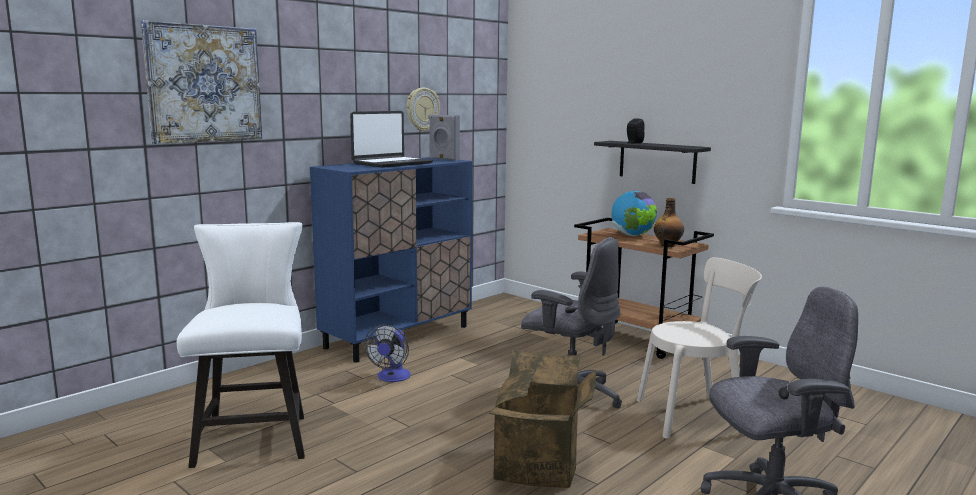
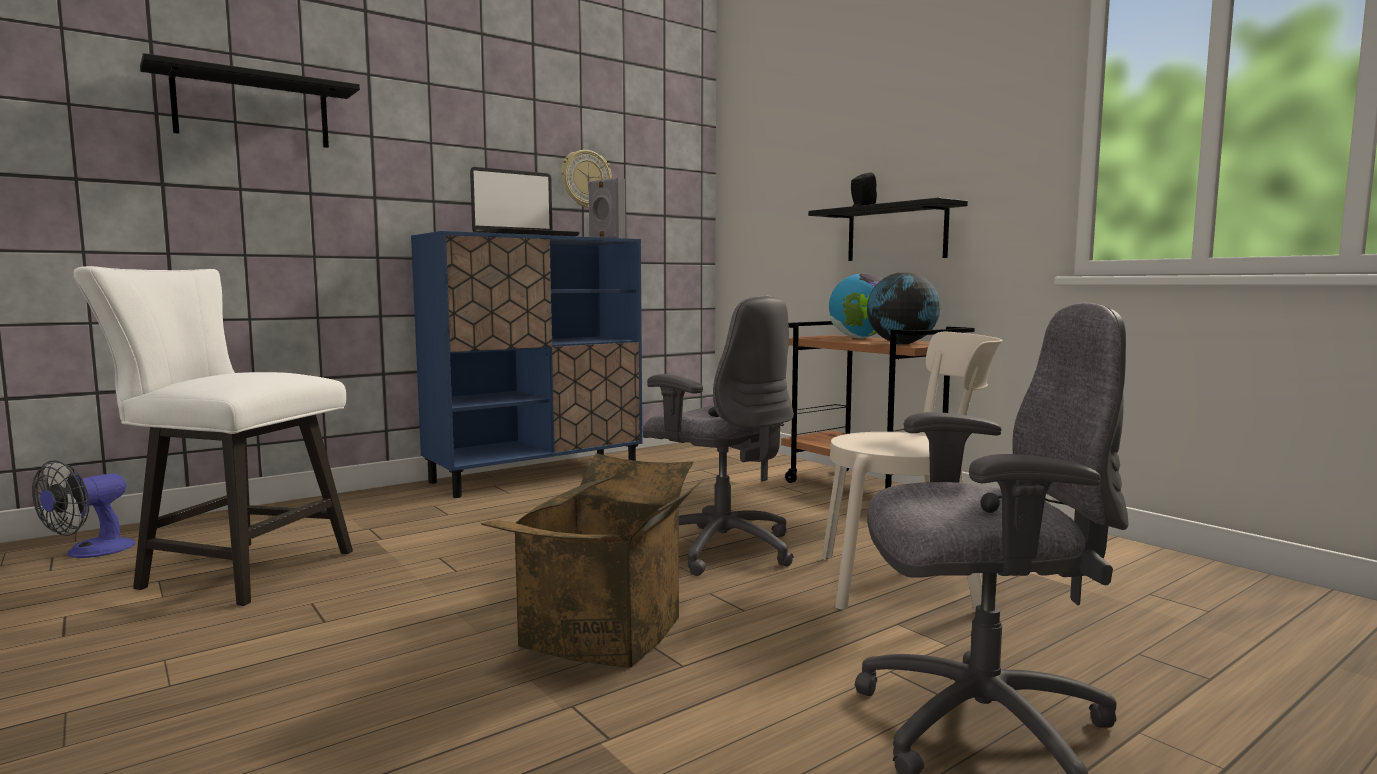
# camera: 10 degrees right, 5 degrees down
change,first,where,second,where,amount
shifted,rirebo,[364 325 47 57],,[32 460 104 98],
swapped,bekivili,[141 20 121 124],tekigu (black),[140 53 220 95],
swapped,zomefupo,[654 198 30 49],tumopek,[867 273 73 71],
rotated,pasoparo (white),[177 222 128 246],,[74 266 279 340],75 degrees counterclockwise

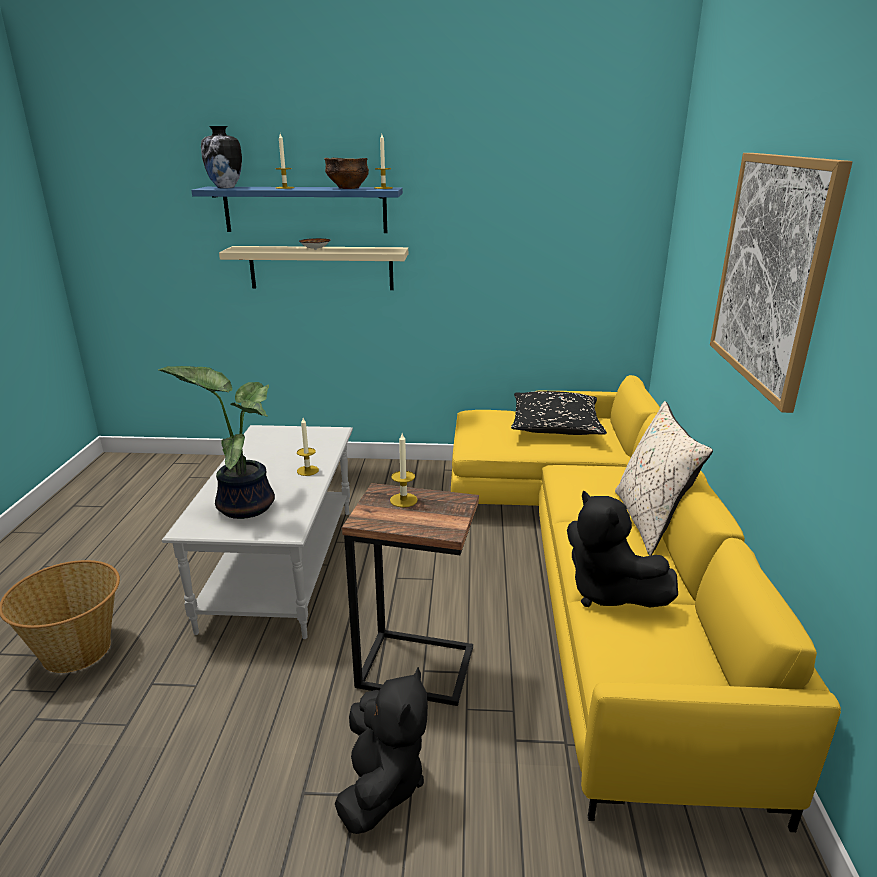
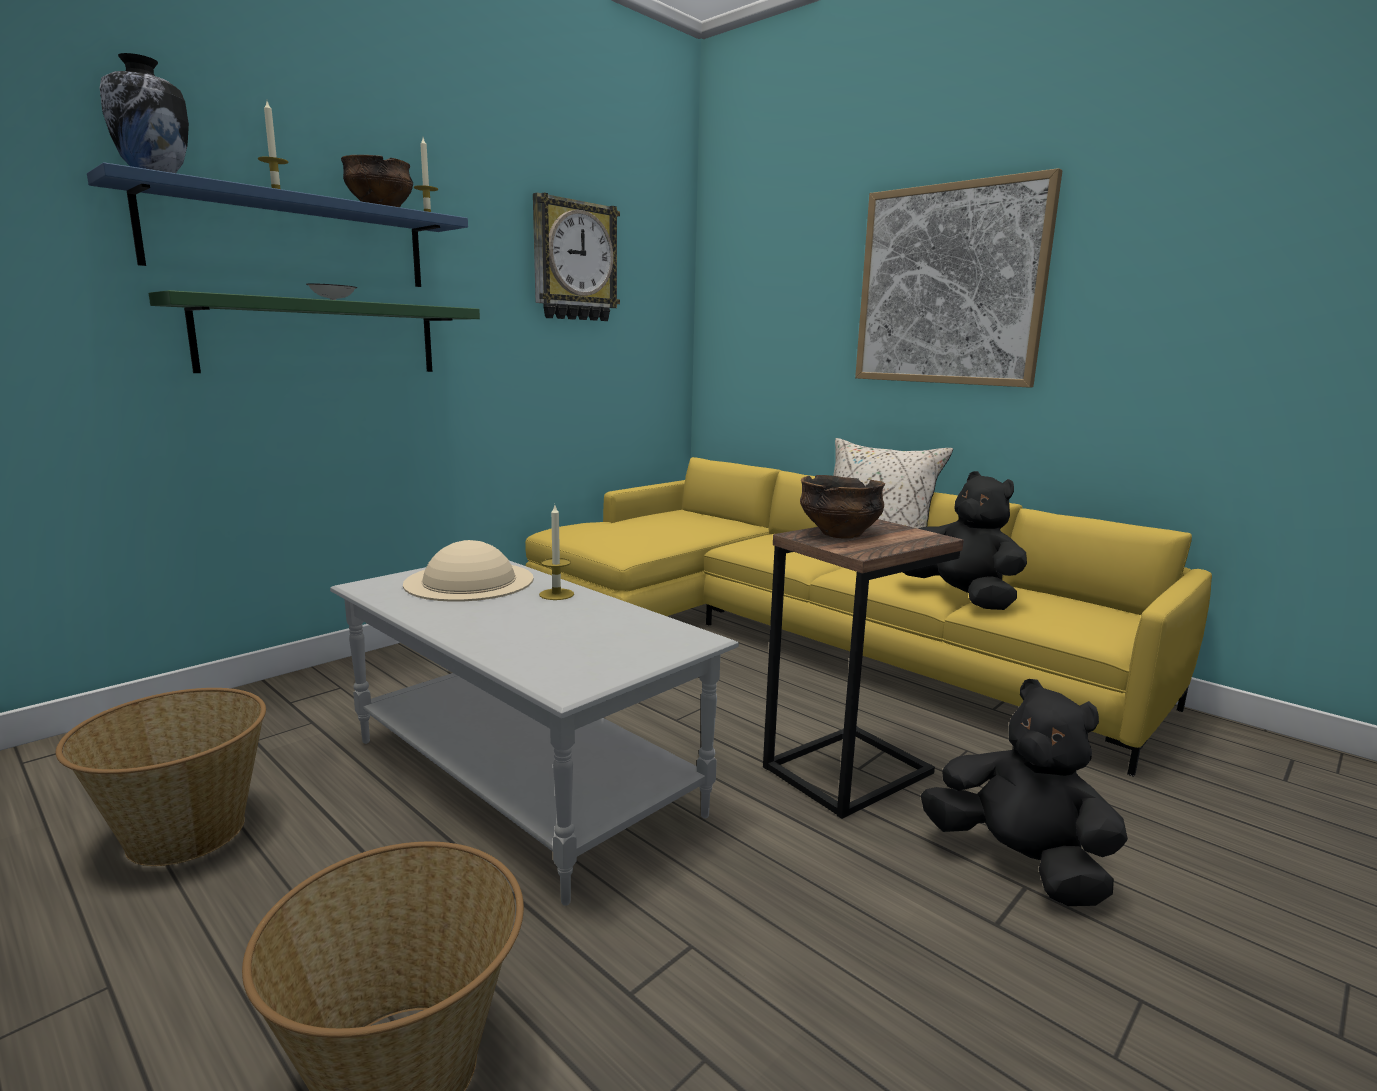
# camera: 50 degrees left, 10 degrees down
change,first,where,second,where,amount
gone,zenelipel,[158 366 117 153],,,
gone,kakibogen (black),[511 391 96 44],,,
new,,,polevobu,[56 688 210 178],
new,,,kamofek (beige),[403 540 131 62],
new,,,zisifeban,[533 192 87 129],
swapped,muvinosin,[390 433 28 74],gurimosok,[800 475 85 64],
repainted,tekigu (beige),[219 246 189 44],tekigu (green),[149 290 331 83],
rotated,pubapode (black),[567 490 111 117],,[902 471 125 139],135 degrees counterclockwise

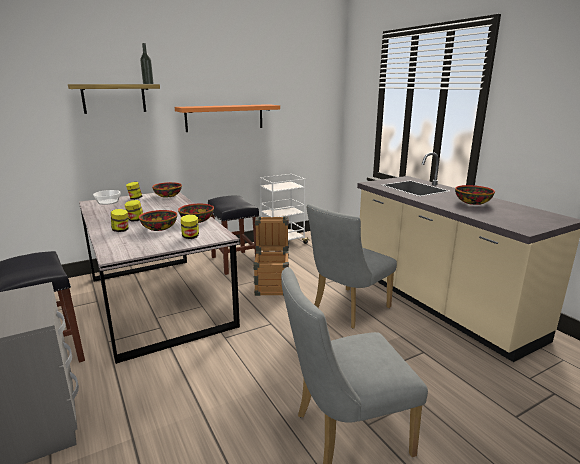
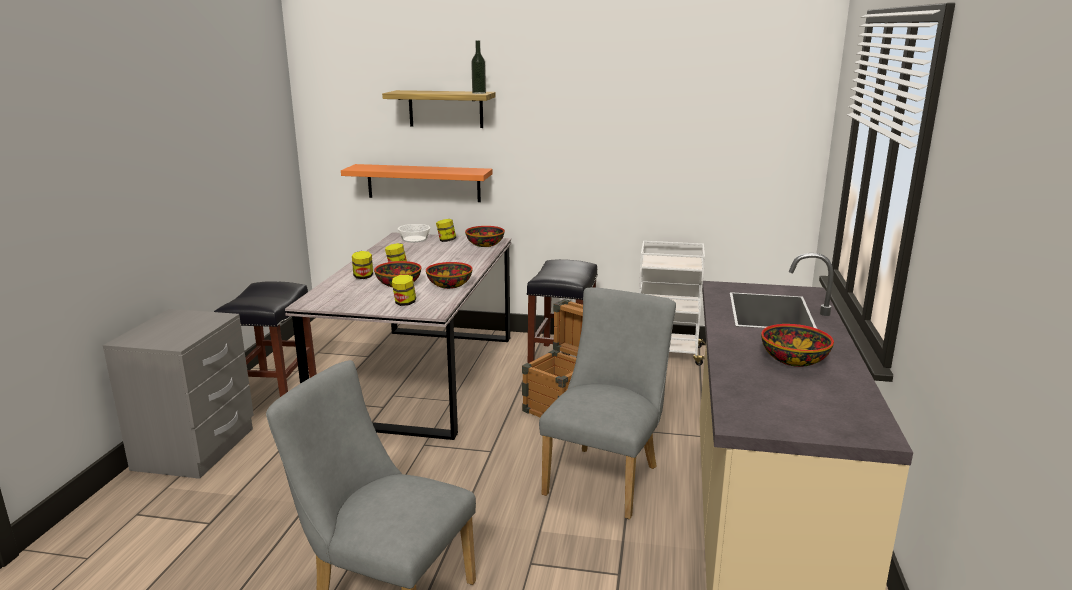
# camera: 40 degrees right, 0 degrees up
change,first,where,second,where,amount
shifted,tekigu (orange),[175 104 105 28],,[341 164 151 38],
rotated,pasoparo (grey),[307 204 90 125],,[539 287 137 232],120 degrees clockwise

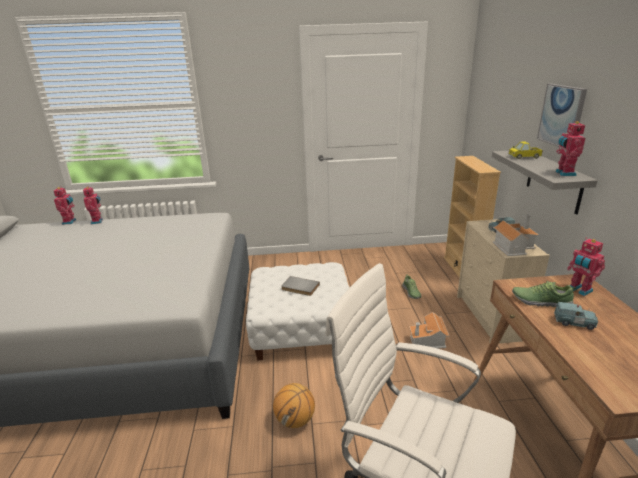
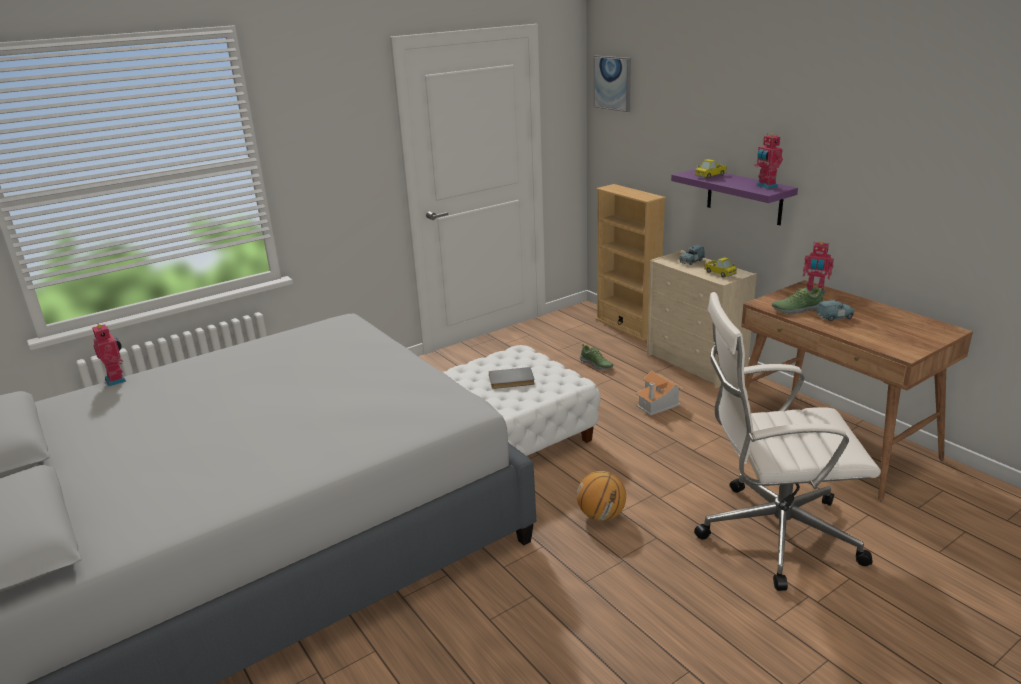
# camera: 30 degrees left, 0 degrees up
change,first,where,second,where,amount
gone,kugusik,[83 186 20 38],,,
shifted,bekivili,[537 84 50 63],,[594 56 37 56],
swapped,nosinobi,[493 214 46 42],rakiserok,[704 257 33 20],
repainted,tekigu (grey),[492 151 106 63],tekigu (purple),[671 169 127 56],

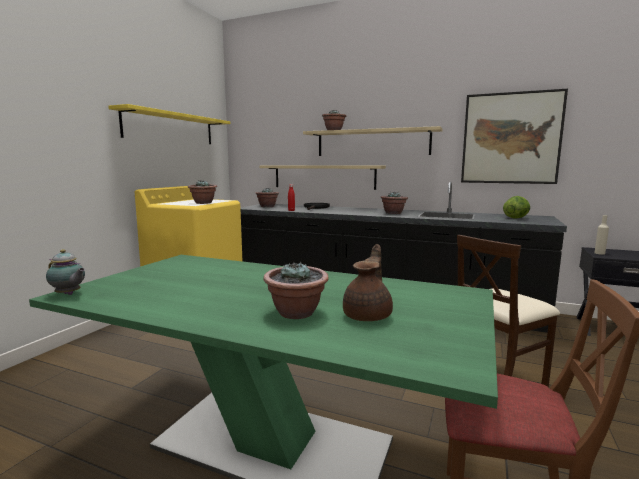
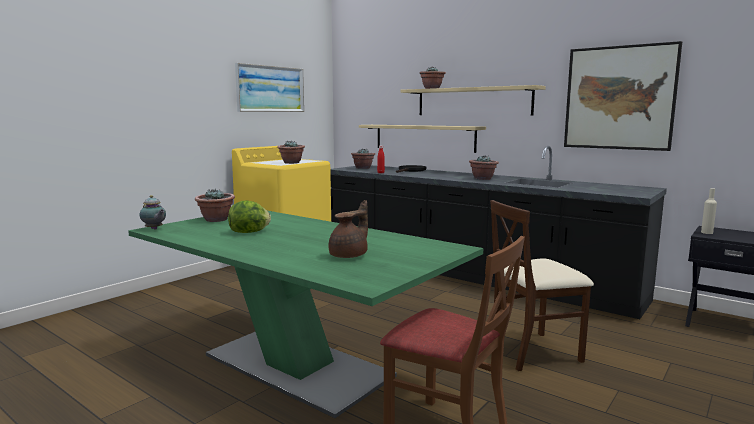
# camera: 15 degrees right, 0 degrees up
change,first,where,second,where,amount
shifted,zenelipel,[263 262 66 57],,[195 190 40 32],
shifted,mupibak,[503 196 27 23],,[228 200 43 33],
swapped,tekigu (yellow),[108 104 122 40],bekivili,[235 63 69 49],

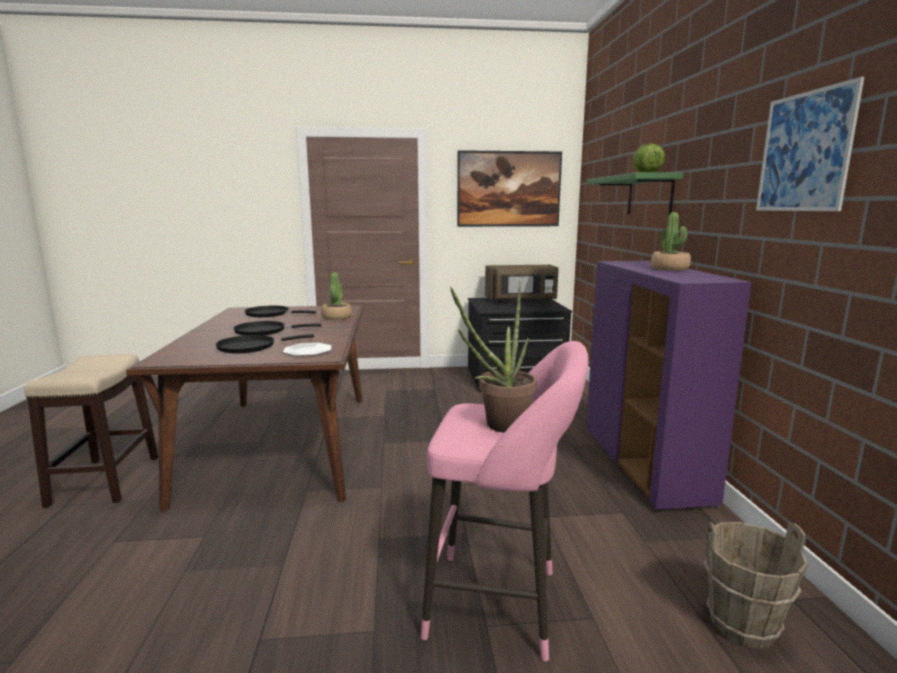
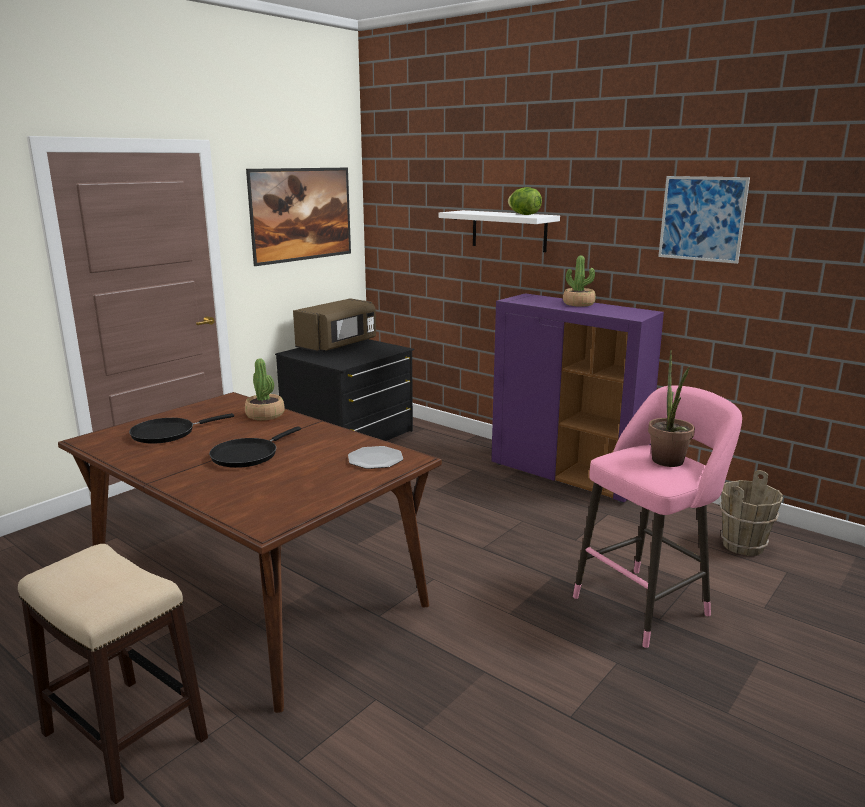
# camera: 45 degrees left, 5 degrees up
change,first,where,second,where,amount
gone,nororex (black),[215 334 99 20],,,
repainted,tekigu (green),[587 172 96 43],tekigu (white),[439 210 121 42],

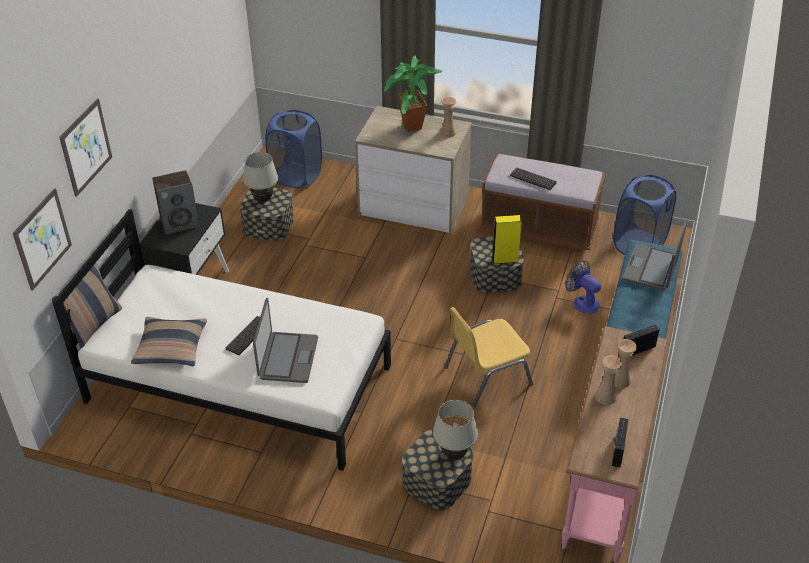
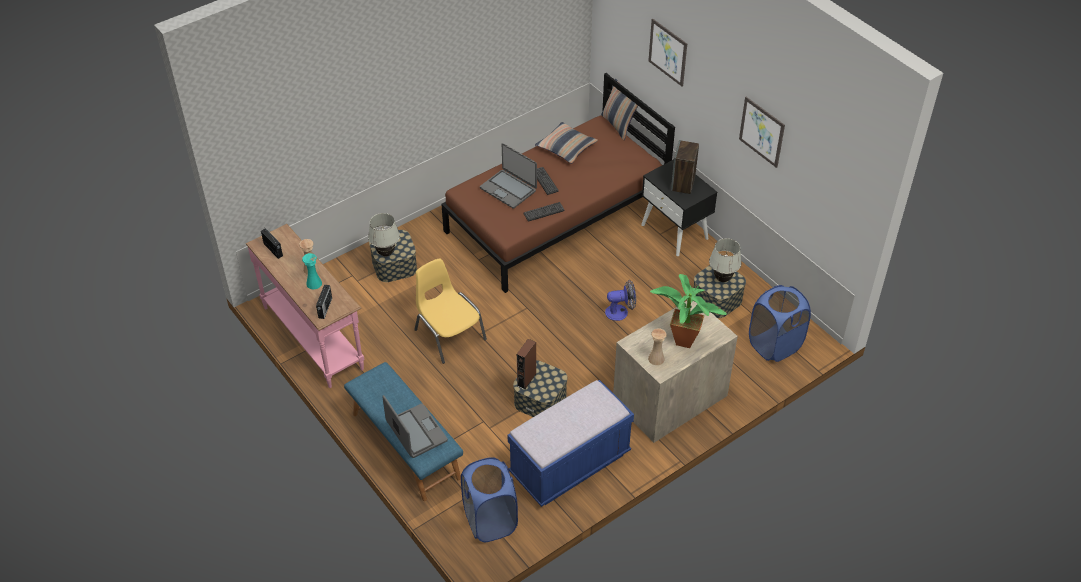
# camera: 125 degrees right, 5 degrees up
change,first,where,second,where,amount
shifted,bekivili,[13 188 59 103],,[739 97 46 71],
shifted,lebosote,[510 168 47 22],,[524 202 41 20],
shifted,rirebo,[565 261 36 53],,[605 280 31 41],
repainted,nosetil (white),[52 209 339 262],nosetil (brown),[441 73 234 220],
repainted,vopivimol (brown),[480 153 126 99],vopivimol (blue),[508 380 126 127],
repainted,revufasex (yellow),[492 215 30 49],revufasex (brown),[517 339 20 50],
repainted,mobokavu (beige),[614 339 23 49],mobokavu (turquoise),[302 253 20 36],
rotated,pasoparo (yellow),[444 307 89 100],,[414 258 73 106],45 degrees counterclockwise

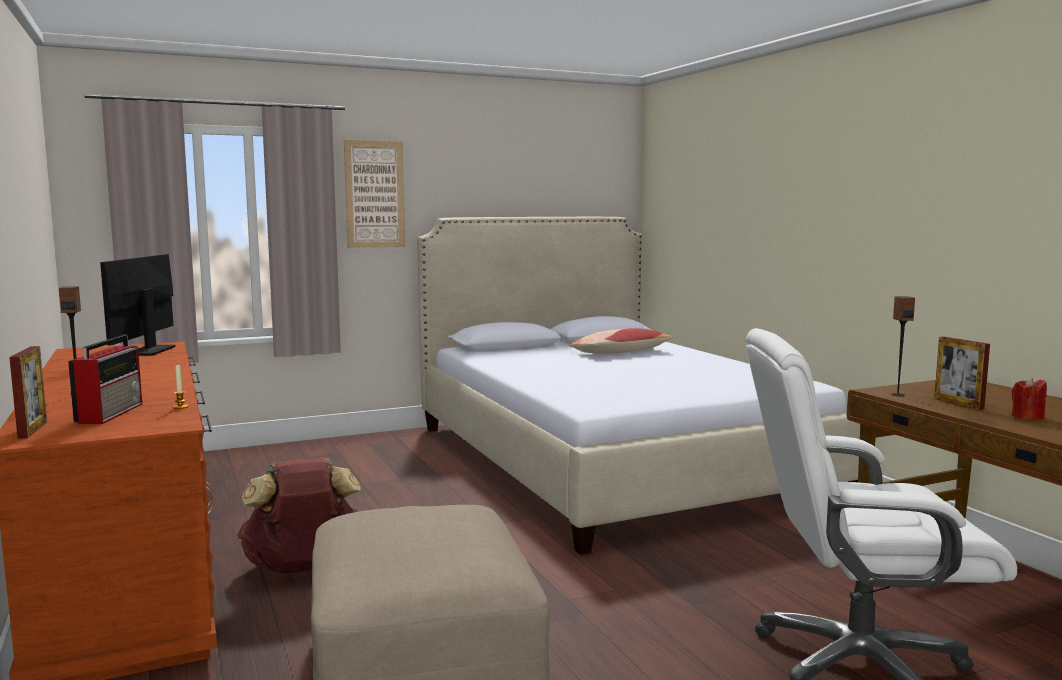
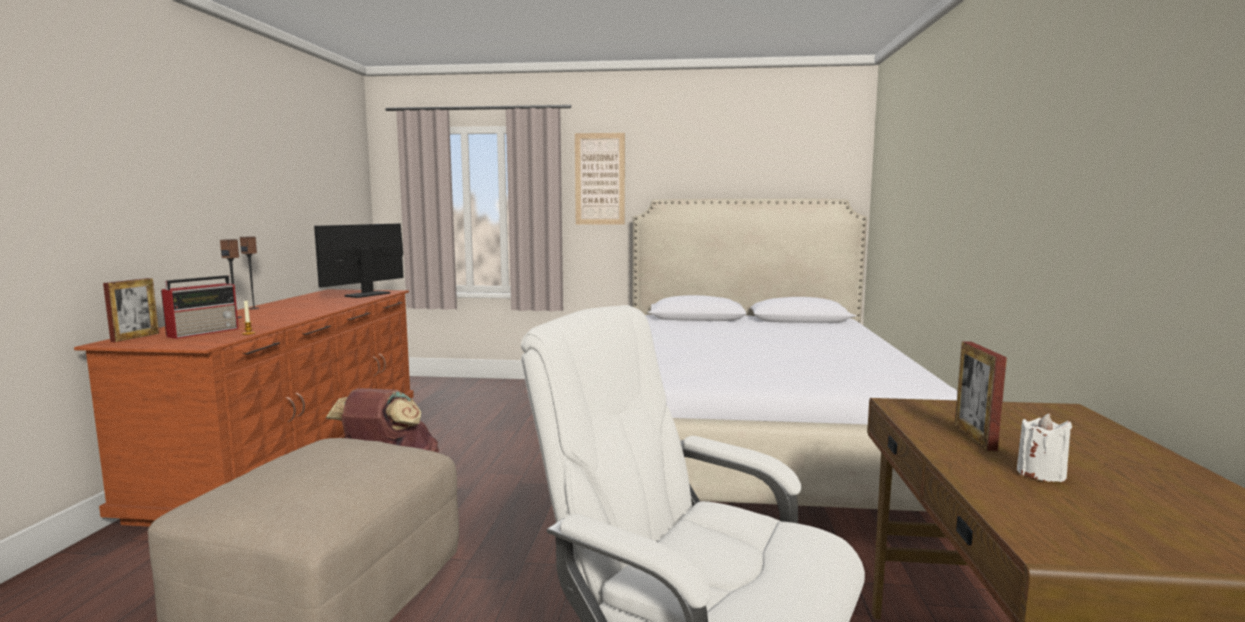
# camera: 30 degrees right, 0 degrees up
change,first,where,second,where,amount
gone,kakibogen,[569 328 104 26],,,
shifted,revufasex,[891 296 24 100],,[240 236 19 73],
repainted,muvinosin (red),[1011 376 36 44],muvinosin (white),[1017 413 55 69],

